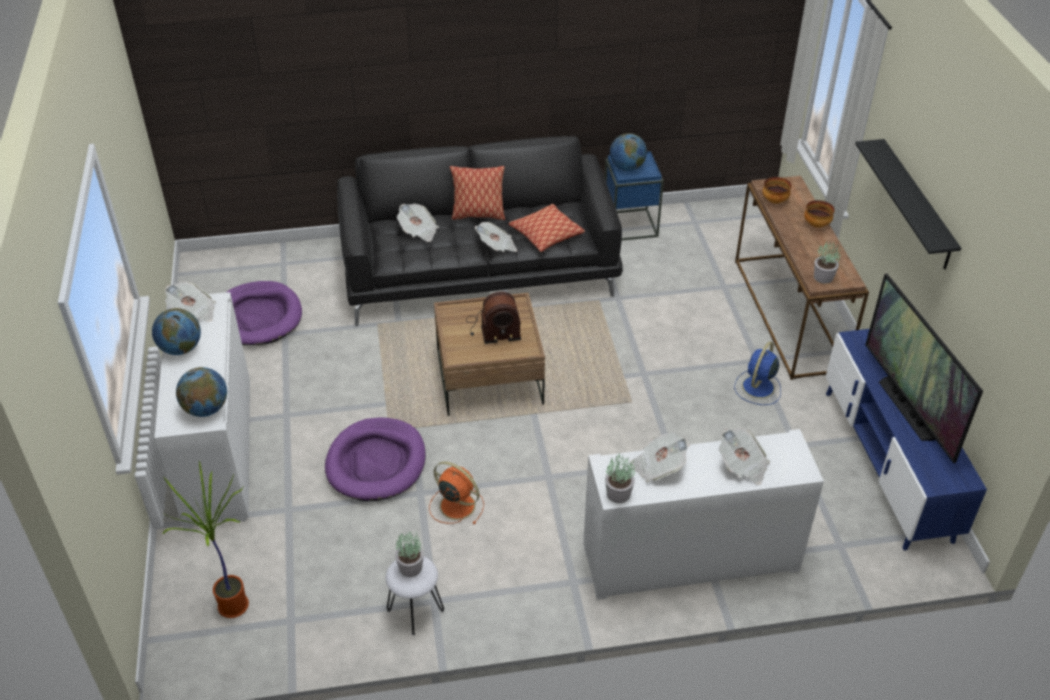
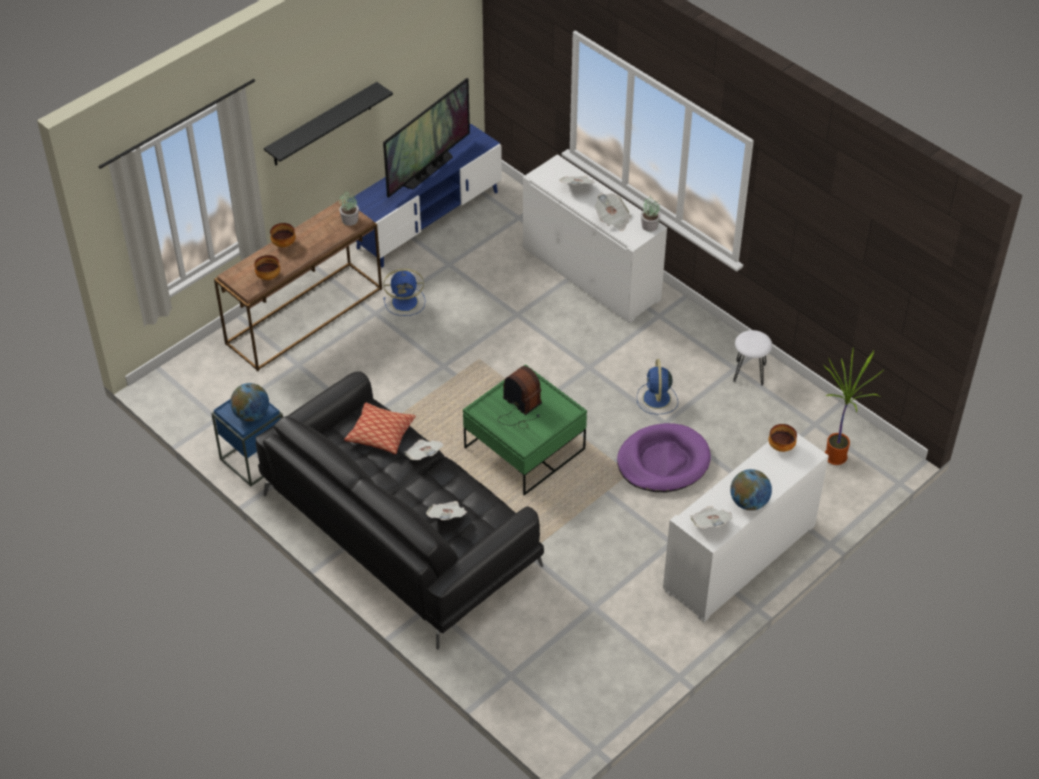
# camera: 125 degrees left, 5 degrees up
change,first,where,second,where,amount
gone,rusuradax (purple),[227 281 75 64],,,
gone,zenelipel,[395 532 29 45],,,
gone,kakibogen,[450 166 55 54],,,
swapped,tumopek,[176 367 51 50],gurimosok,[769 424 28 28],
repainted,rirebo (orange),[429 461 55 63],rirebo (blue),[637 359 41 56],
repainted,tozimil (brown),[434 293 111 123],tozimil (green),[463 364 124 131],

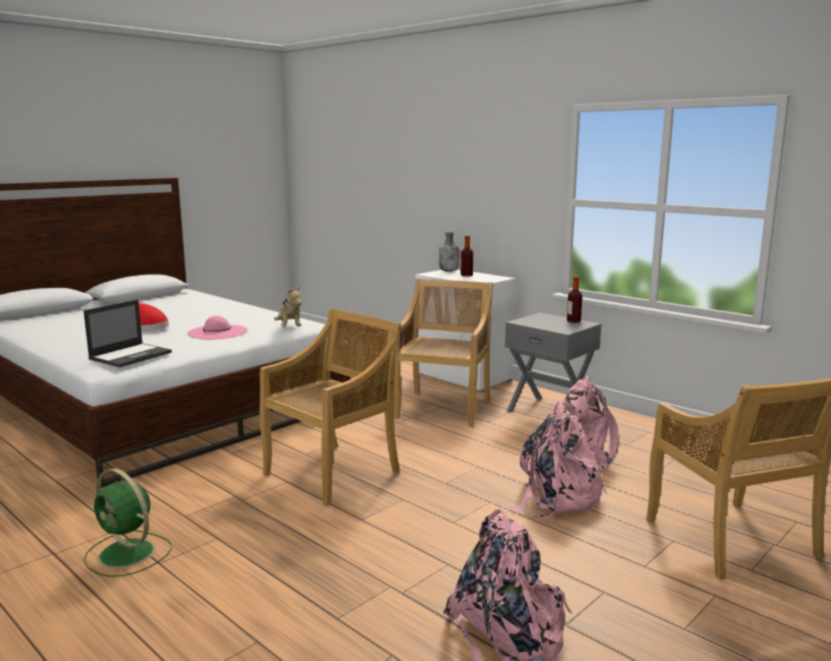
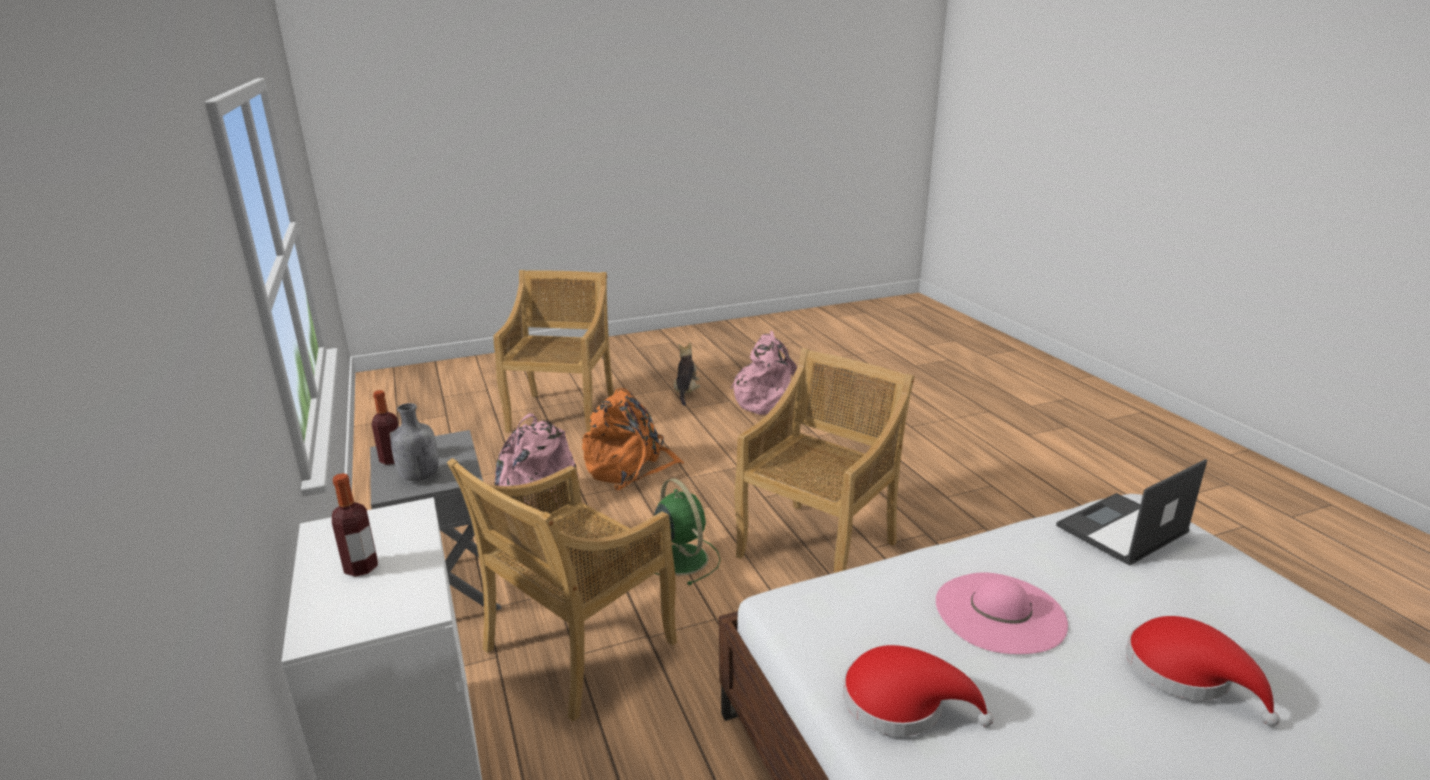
# camera: 155 degrees left, 10 degrees up
change,first,where,second,where,amount
new,,,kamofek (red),[843 645 150 91],
shifted,rirebo (green),[84 468 88 109],,[654 478 67 107],
shifted,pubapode,[274 286 27 41],,[674 343 26 63],
shifted,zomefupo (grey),[439 232 21 40],,[391 403 47 78],
repainted,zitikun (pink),[510 402 97 118],zitikun (orange),[582 388 102 102],
rotated,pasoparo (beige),[260 308 142 198],,[735 348 180 225],150 degrees clockwise

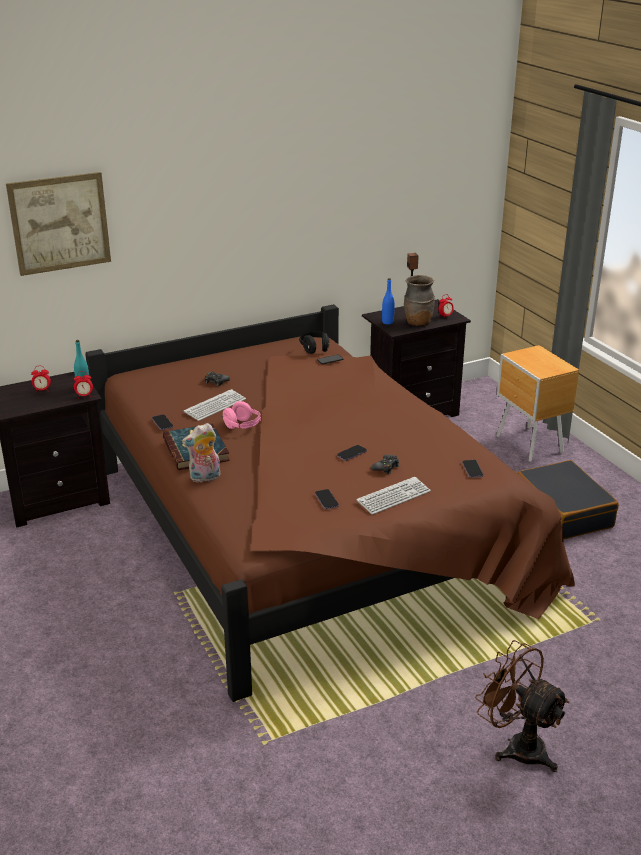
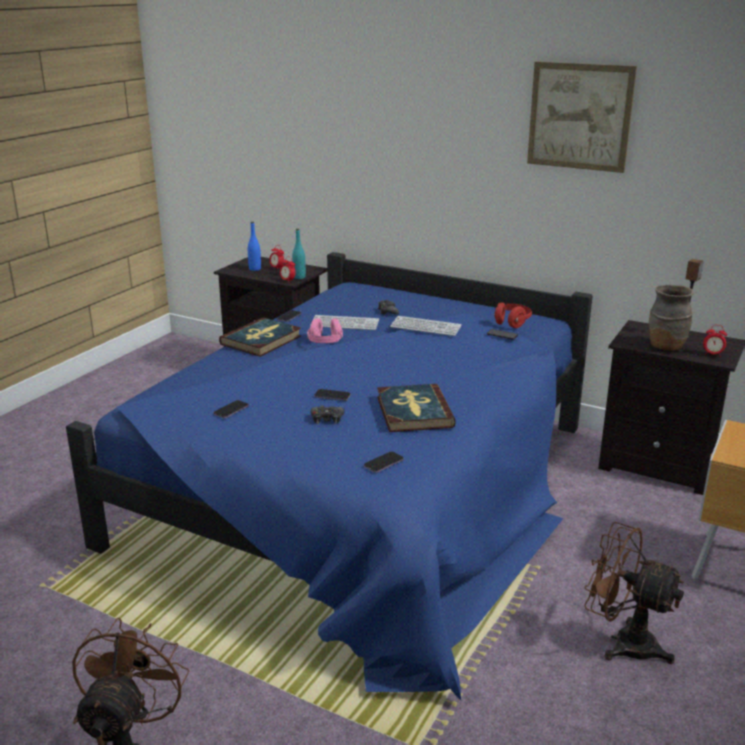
# camera: 55 degrees right, 5 degrees down
change,first,where,second,where,amount
gone,pubapode,[182 423 38 60],,,
new,,,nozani,[377 384 79 48],
shifted,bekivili,[6 172 105 104],,[527 62 110 111],
shifted,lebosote,[357 477 74 38],,[390 316 72 20],
shifted,zomefupo (blue),[382 278 13 46],,[248 222 13 49],
swapped,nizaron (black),[518 460 101 80],rirebo (brown),[584 522 100 142],
repainted,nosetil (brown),[85 304 490 398],nosetil (blue),[66 252 527 448],
repainted,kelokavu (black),[299 332 31 22],kelokavu (red),[494 302 38 26],

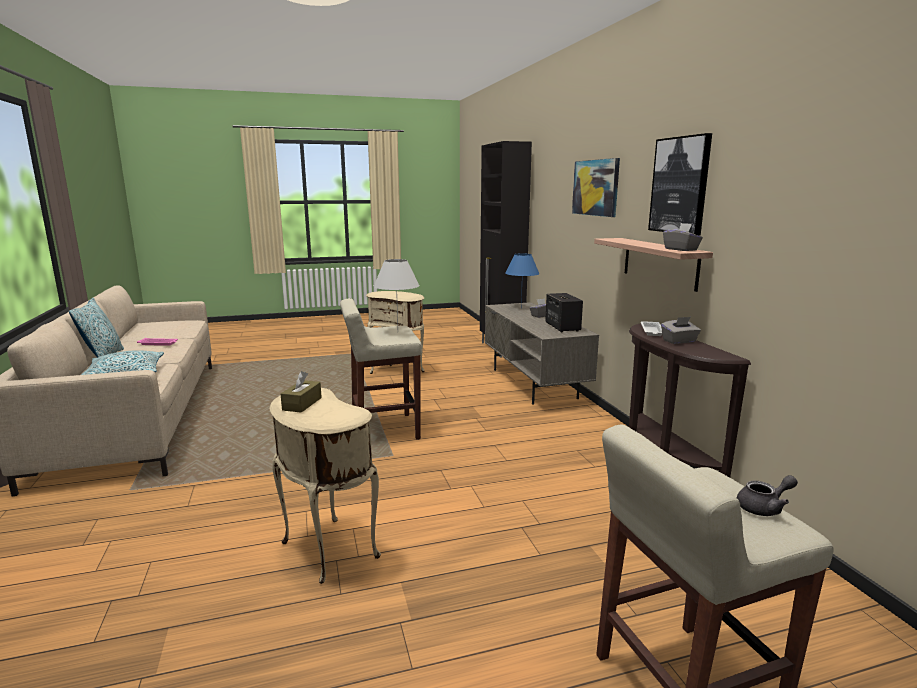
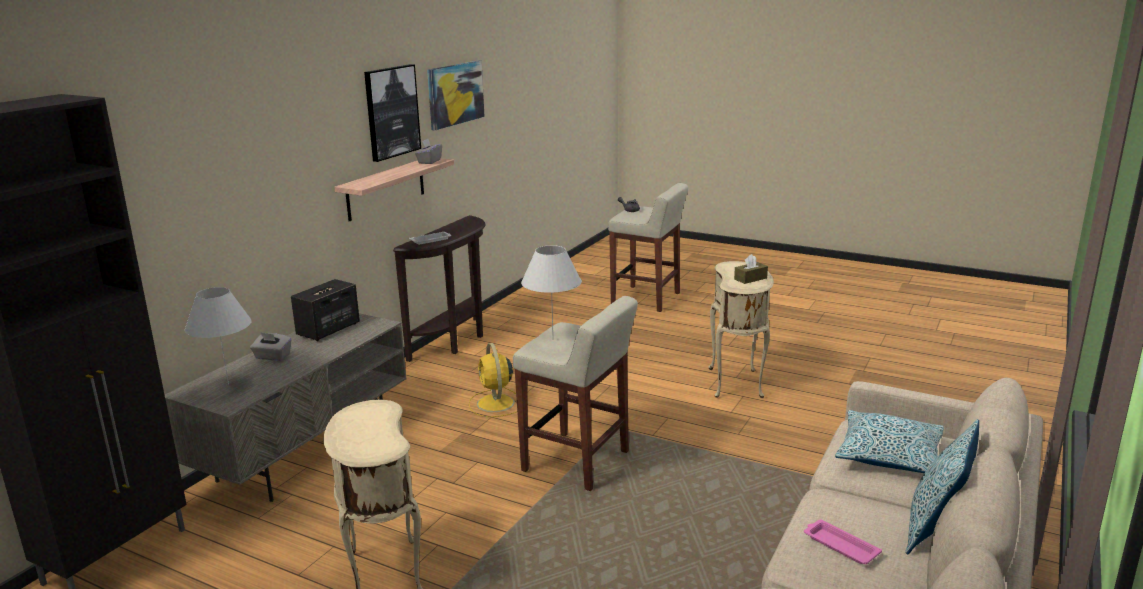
# camera: 135 degrees left, 5 degrees up
change,first,where,second,where,amount
gone,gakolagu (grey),[661 317 40 27],,,
new,,,rirebo (yellow),[469 343 48 74],
shifted,bekivili,[572 158 48 59],,[427 61 58 69],
repainted,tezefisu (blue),[505 253 34 55],tezefisu (white),[184 287 68 98],

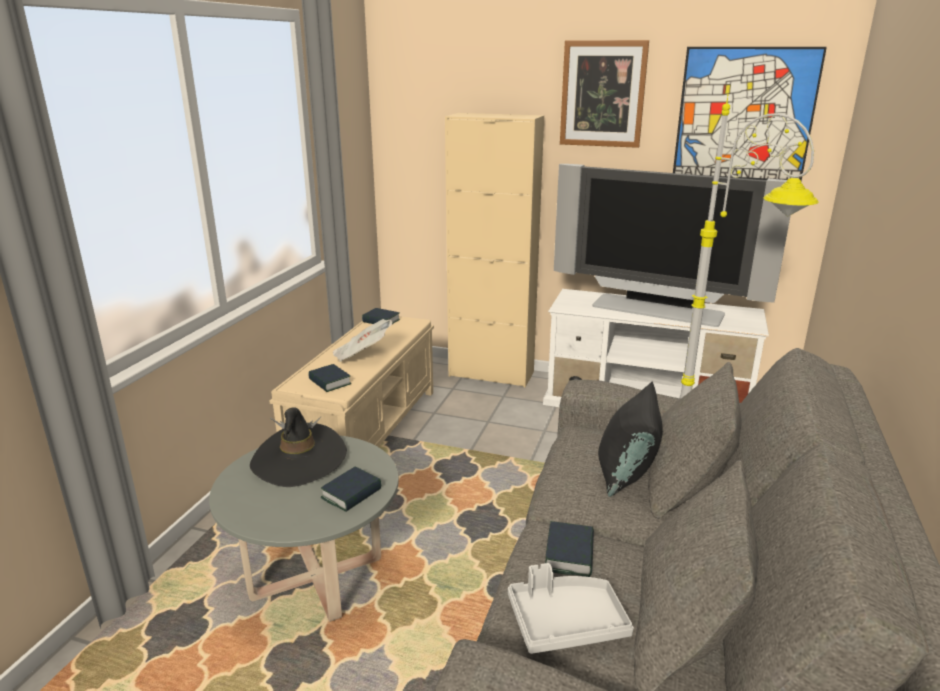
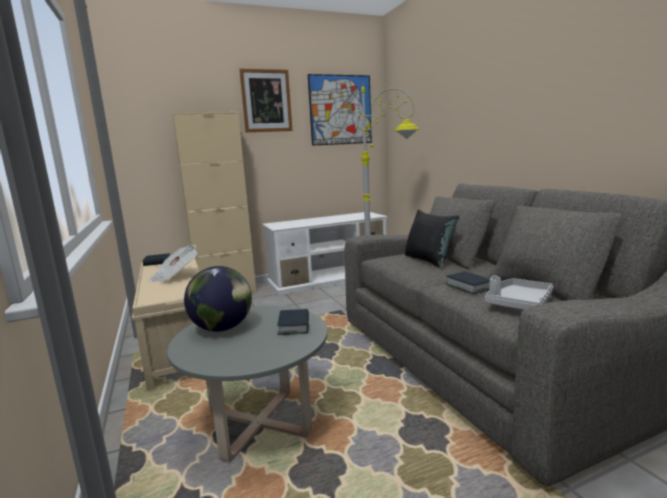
# camera: 40 degrees left, 10 degrees down
change,first,where,second,where,amount
gone,nozani,[308 364 43 28],,,
gone,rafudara,[554 164 237 163],,,
swapped,kamofek (black),[250 407 97 80],tumopek,[184 266 68 66],

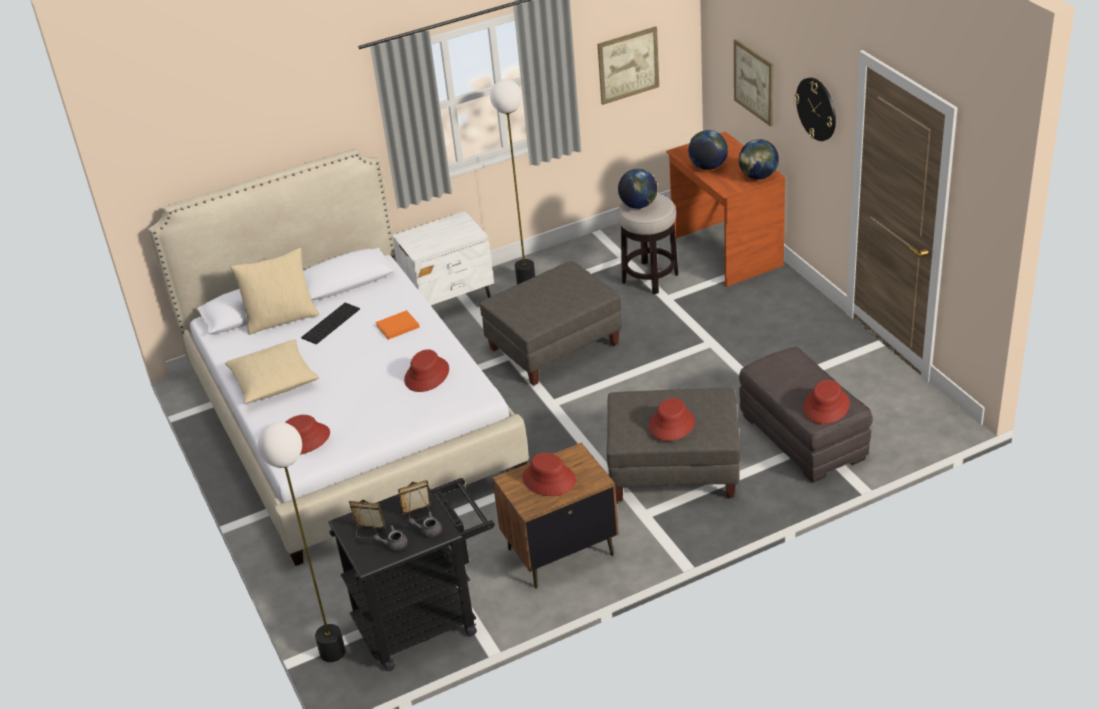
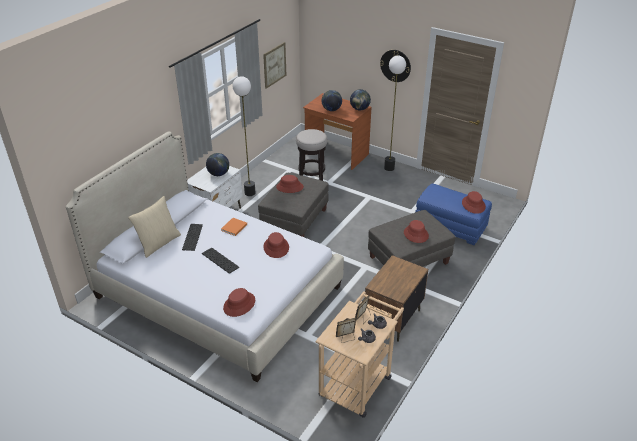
# camera: 35 degrees left, 0 degrees up
change,first,where,second,where,amount
gone,kakibogen (beige),[225 339 94 65],,,
gone,bekivili,[734 39 40 88],,,
new,,,lebosote,[202 248 37 26],
shifted,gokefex,[258 422 87 240],,[384 56 22 115],
shifted,kamofek (red),[522 453 54 43],,[276 175 28 18],
shifted,tumopek,[618 169 40 40],,[206 153 23 23],
repainted,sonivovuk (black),[328 478 167 193],sonivovuk (beige),[315 292 89 126],
repainted,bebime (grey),[739 347 134 136],bebime (blue),[415 183 77 62],

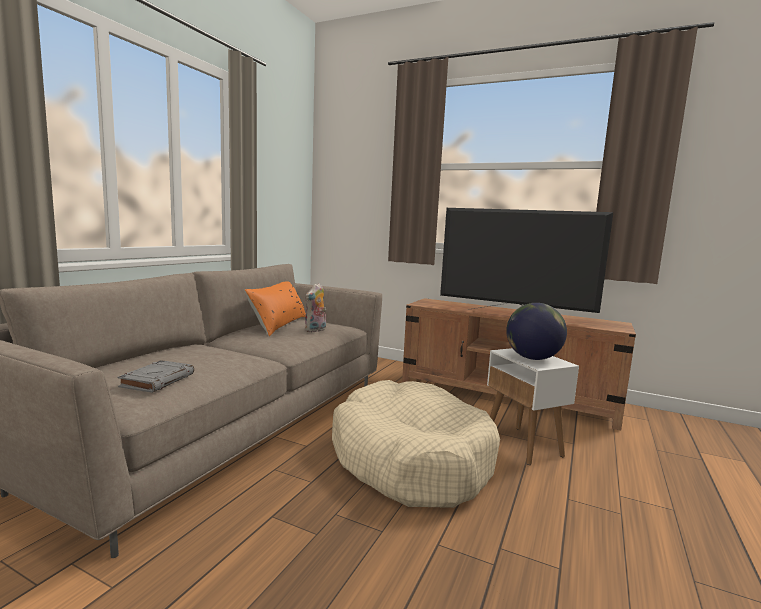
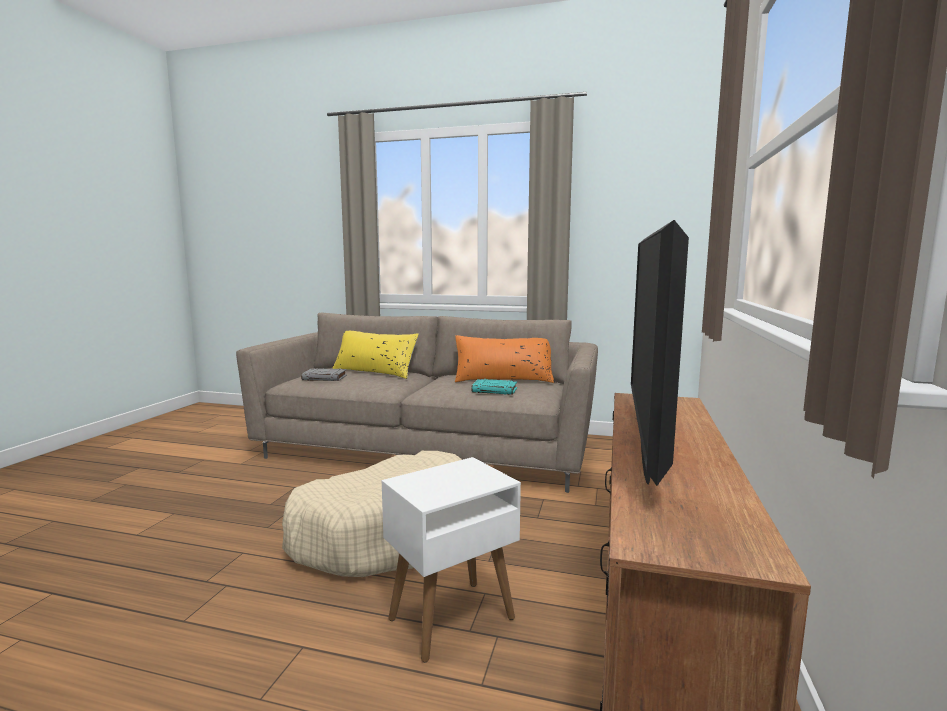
# camera: 80 degrees right, 0 degrees up
change,first,where,second,where,amount
gone,tumopek,[506 303 61 57],,,
new,,,kakibogen (yellow),[332 331 87 48],
swapped,pubapode,[305 283 21 49],nozani (turquoise),[471 379 46 16],

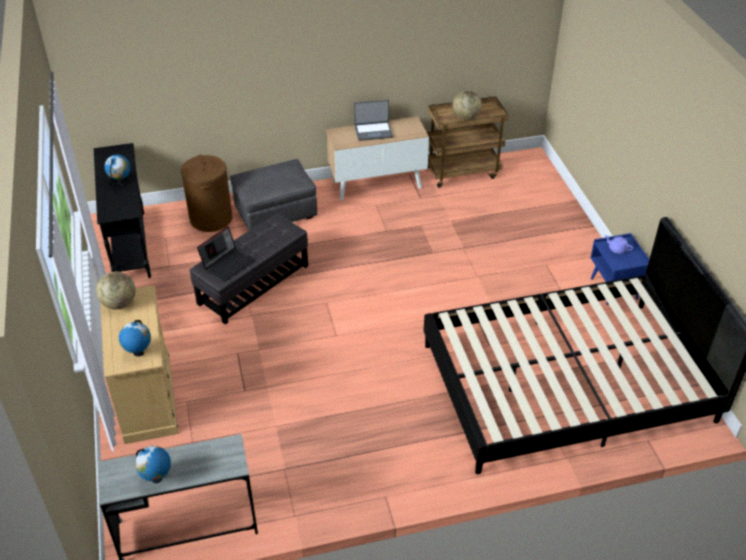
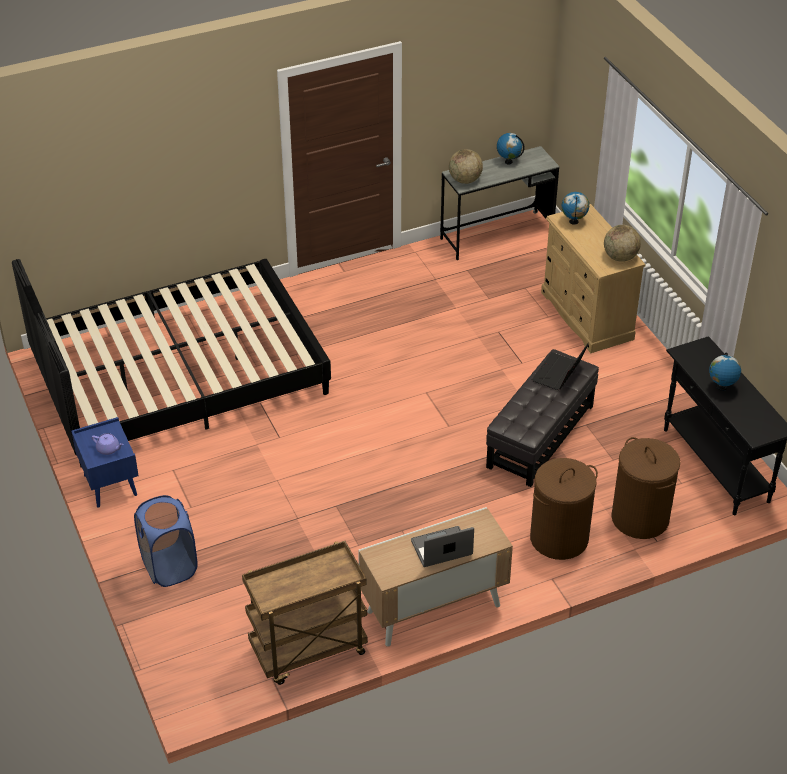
# camera: 170 degrees right, 0 degrees up
change,first,where,second,where,amount
new,,,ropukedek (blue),[134 495 64 92],
shifted,tumopek,[452 91 30 29],,[449 149 34 35],
swapped,bebime (grey),[230 159 87 72],ropukedek (brown),[530 458 68 102],

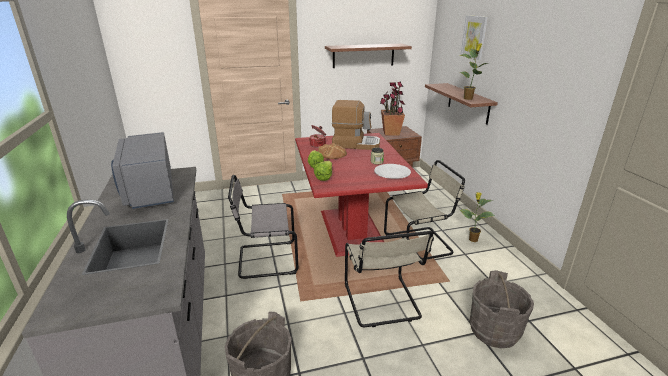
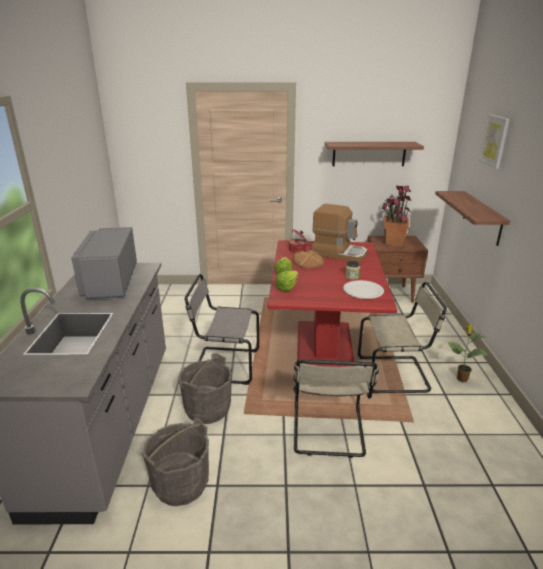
# camera: 15 degrees right, 0 degrees up
change,first,where,second,where,amount
gone,zenelipel,[460 43 27 57],,,
shifted,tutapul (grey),[470 270 64 78],,[178 353 54 71],

